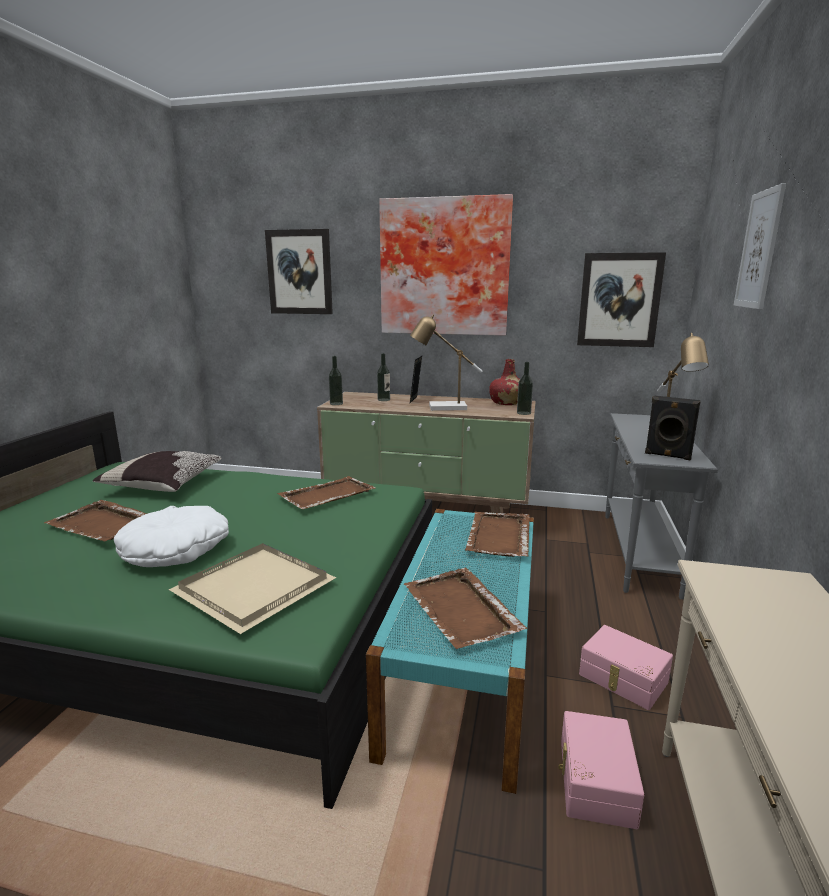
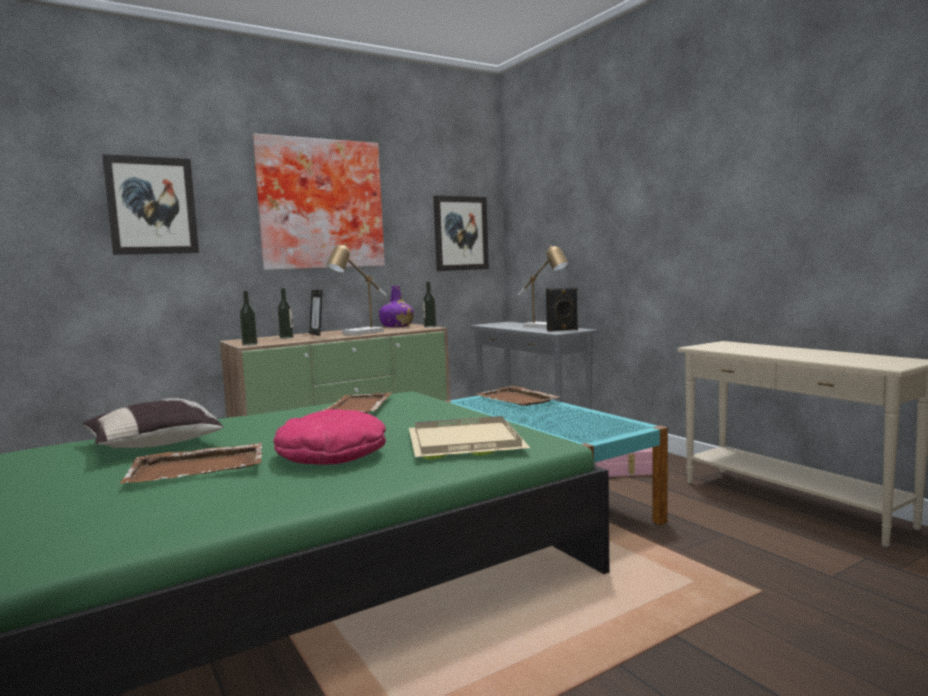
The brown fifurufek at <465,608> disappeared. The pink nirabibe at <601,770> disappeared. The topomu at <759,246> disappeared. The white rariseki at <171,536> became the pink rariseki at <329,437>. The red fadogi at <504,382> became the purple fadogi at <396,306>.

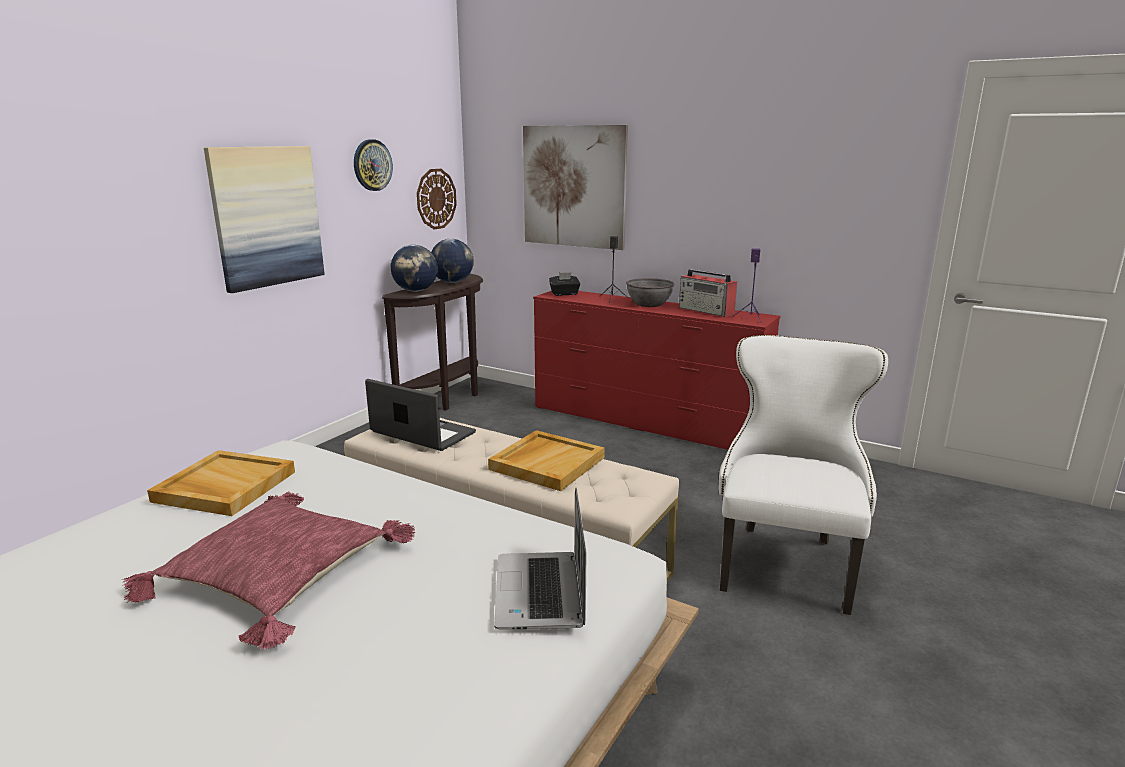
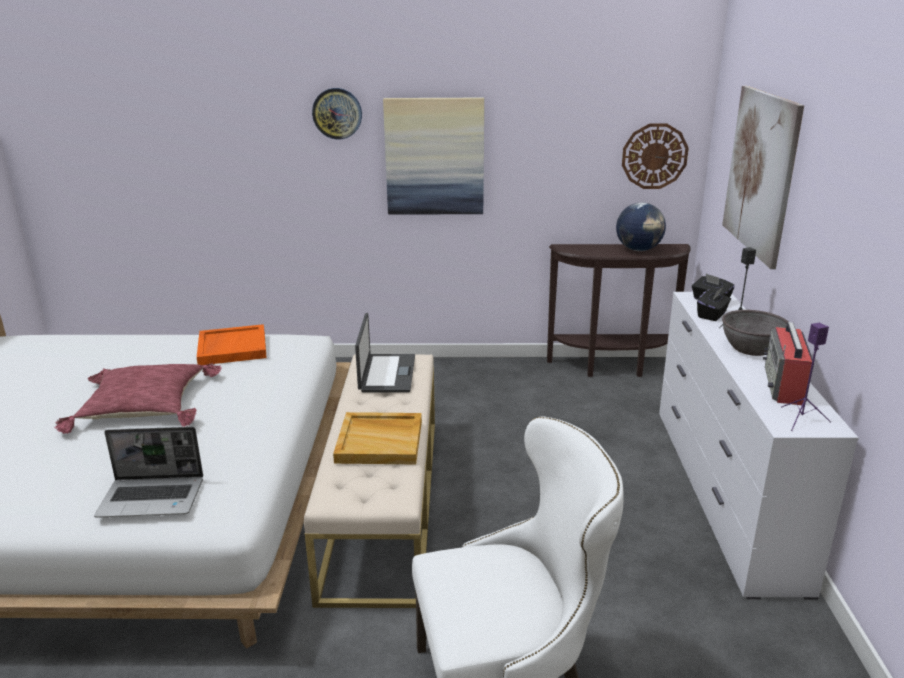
The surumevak at <414,268> disappeared. The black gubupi at <714,304> appeared. The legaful moved from <373,165> to <337,113>. The beige fifurufek at <221,483> became the orange fifurufek at <232,344>. The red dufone at <656,370> became the white dufone at <759,446>. The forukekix at <540,559> turned 150 degrees counterclockwise.

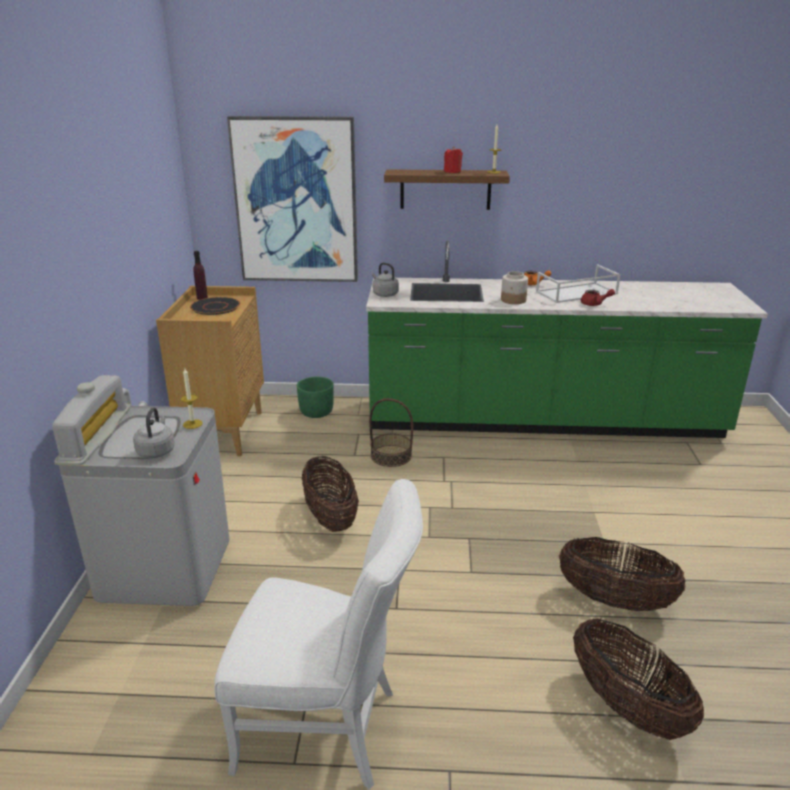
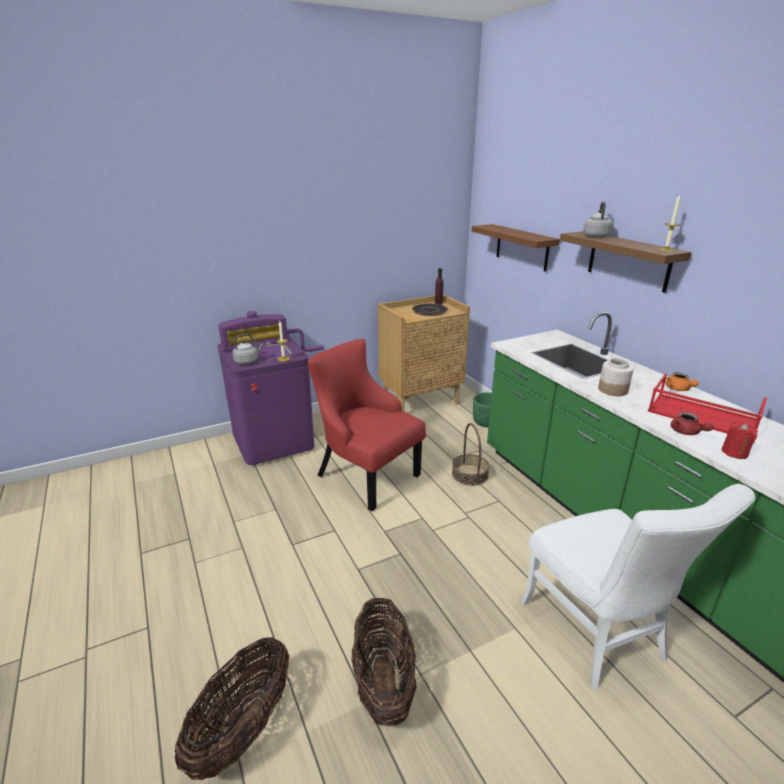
The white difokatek moved from <318,634> to <638,586>. The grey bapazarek moved from <385,280> to <598,219>. The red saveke moved from <453,159> to <740,440>. The topomu at <292,199> was replaced by the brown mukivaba at <516,248>. The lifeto at <330,494> was replaced by the red difokatek at <367,425>. The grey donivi at <140,490> became the purple donivi at <270,388>. The white fifurufek at <578,284> became the red fifurufek at <707,403>.

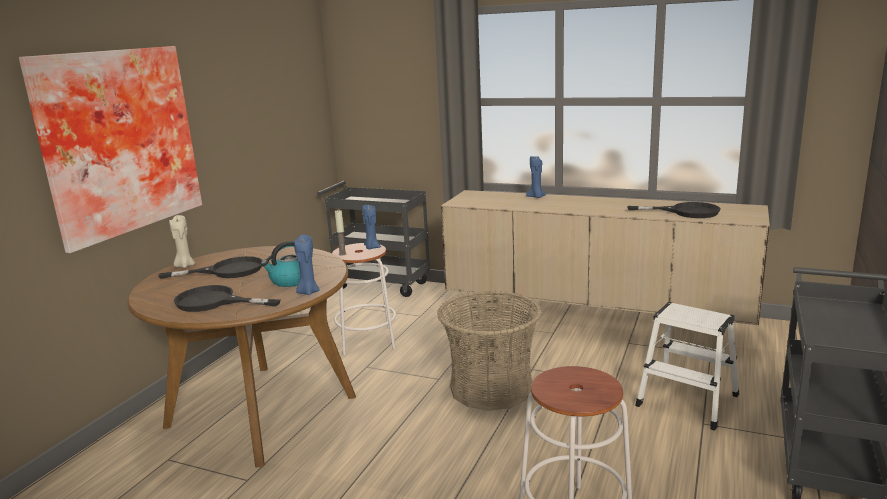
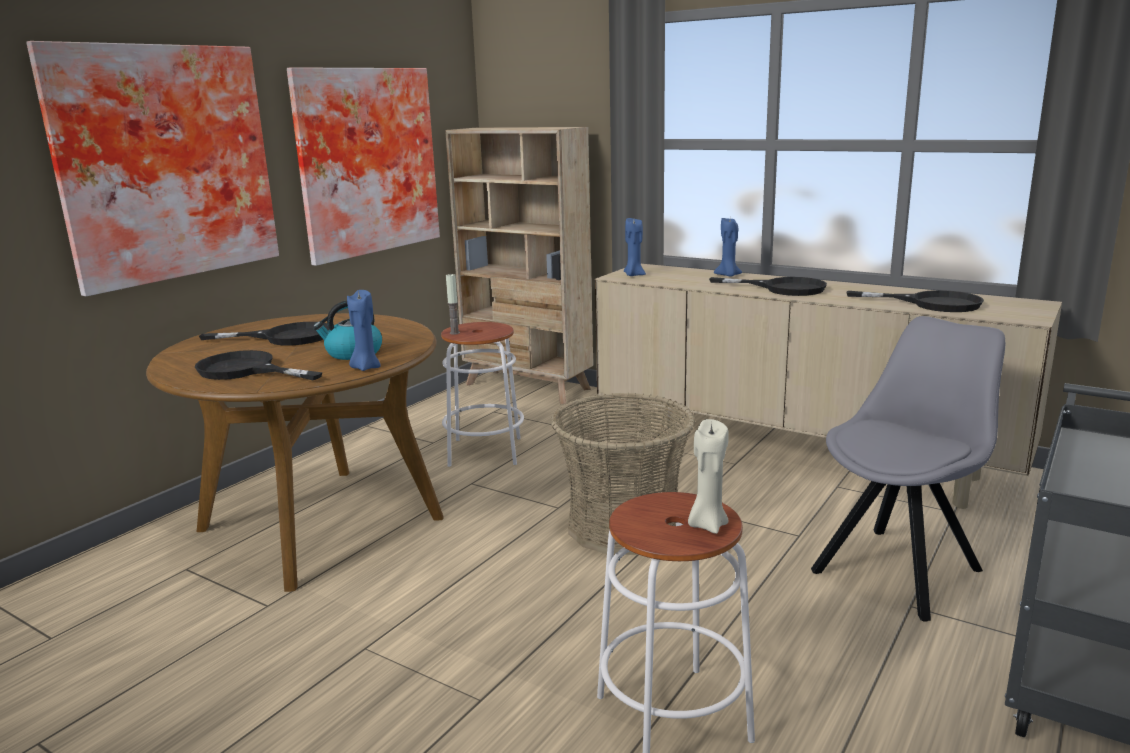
The topomu at <363,166> appeared. The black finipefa at <768,286> appeared. The beige saveke moved from <182,241> to <708,476>. The blue saveke moved from <371,227> to <635,247>. The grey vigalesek at <373,239> was replaced by the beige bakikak at <519,265>. The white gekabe at <687,366> was replaced by the grey difokatek at <908,469>.

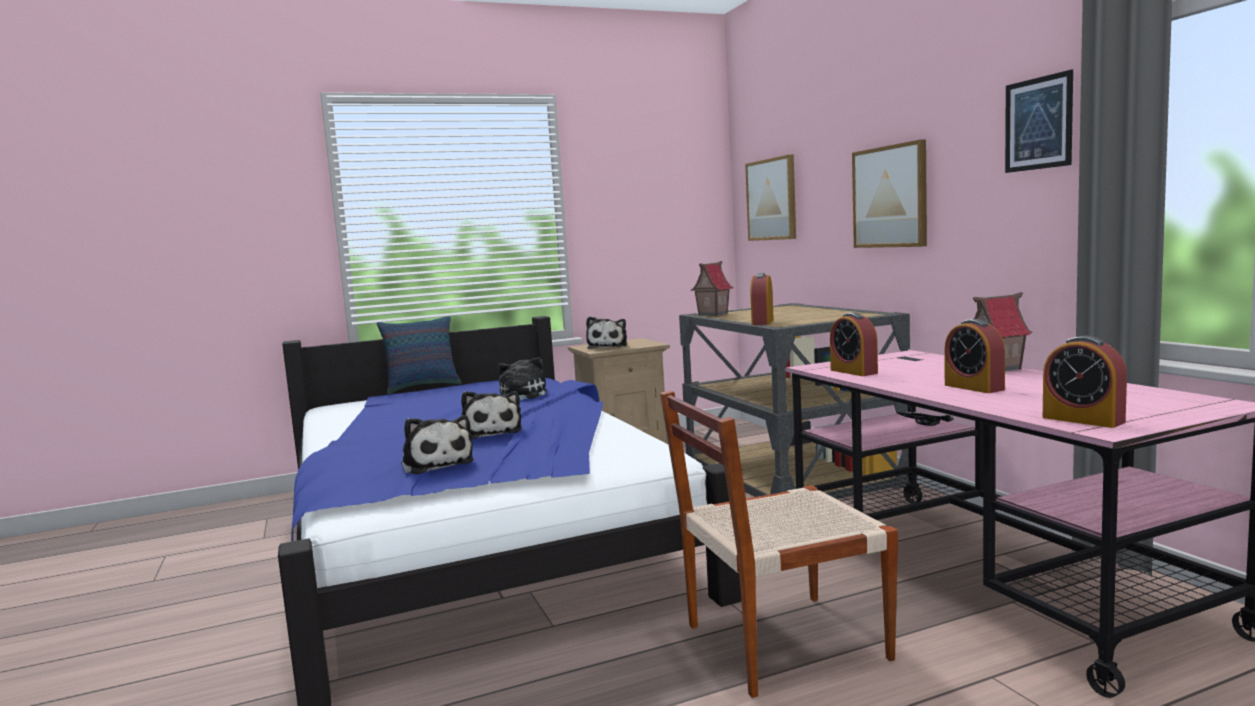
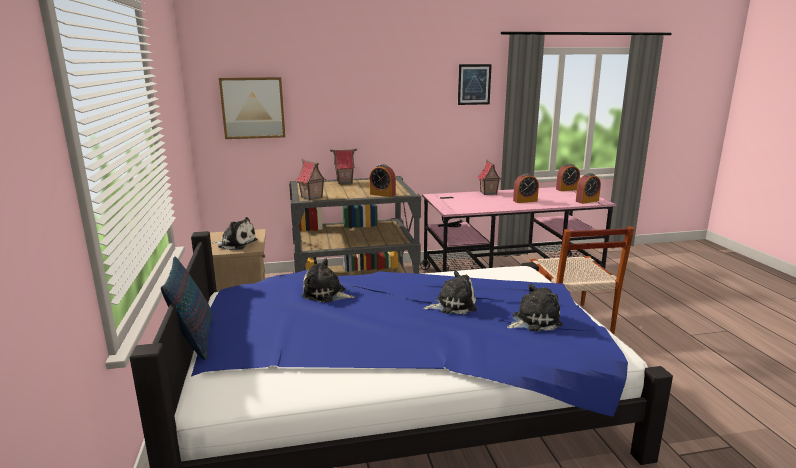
The topomu at <889,193> disappeared. The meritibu at <343,166> appeared. The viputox moved from <854,344> to <568,177>.

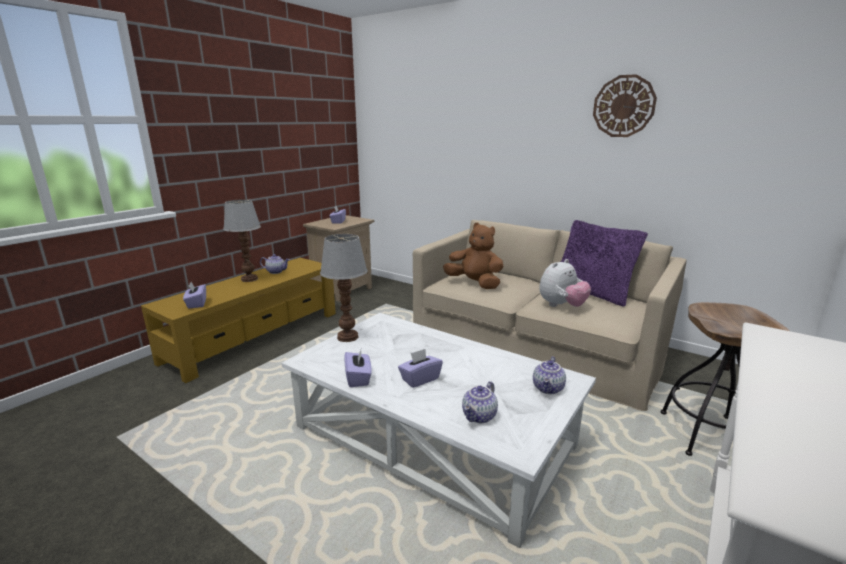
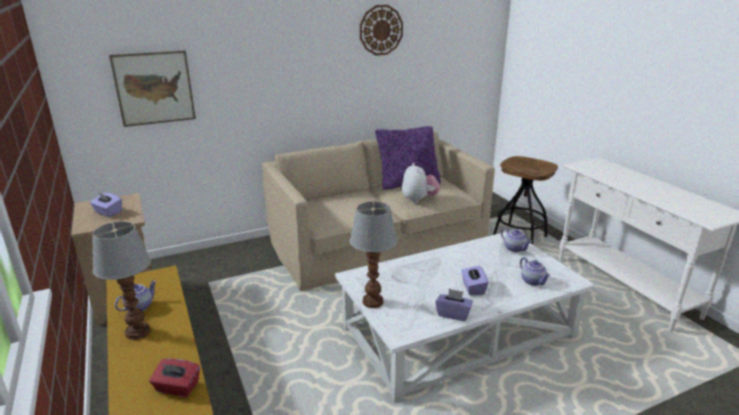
The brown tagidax at <473,256> disappeared. The topomu at <152,89> appeared. The purple gubupi at <194,295> became the red gubupi at <174,377>.

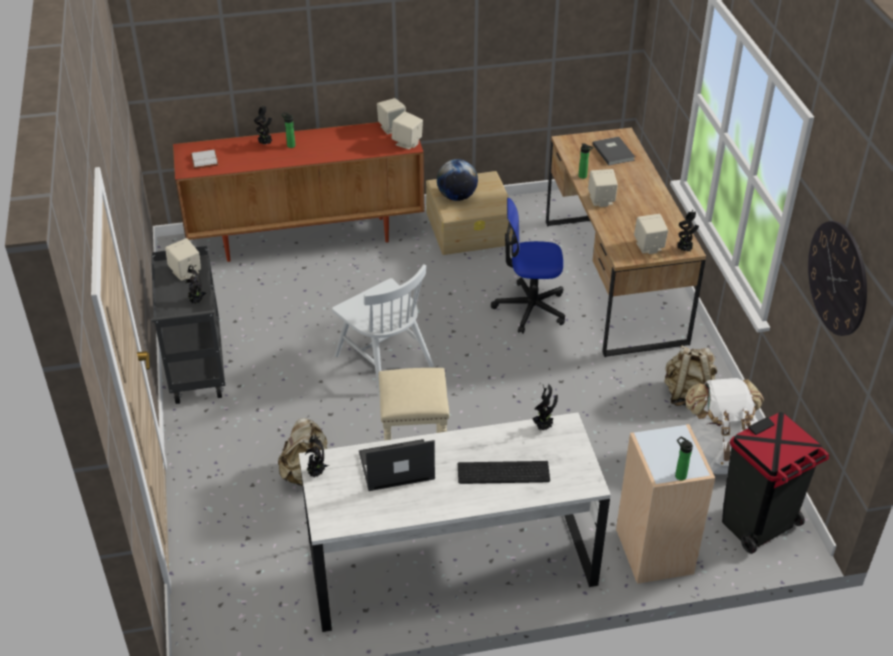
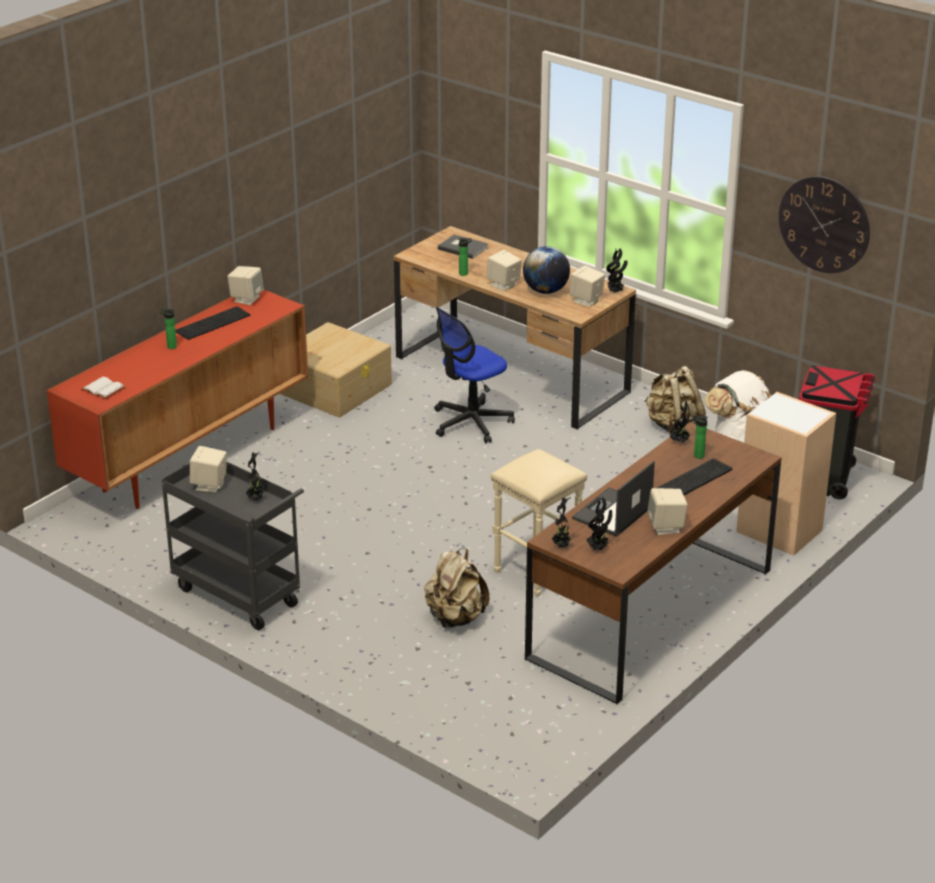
The white difokatek at <383,329> disappeared. The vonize at <212,323> appeared. The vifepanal moved from <263,125> to <599,523>. The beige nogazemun moved from <407,130> to <667,511>. The surumevak moved from <457,180> to <546,270>. The fadogi moved from <684,458> to <700,437>. The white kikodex at <455,522> became the brown kikodex at <653,563>.

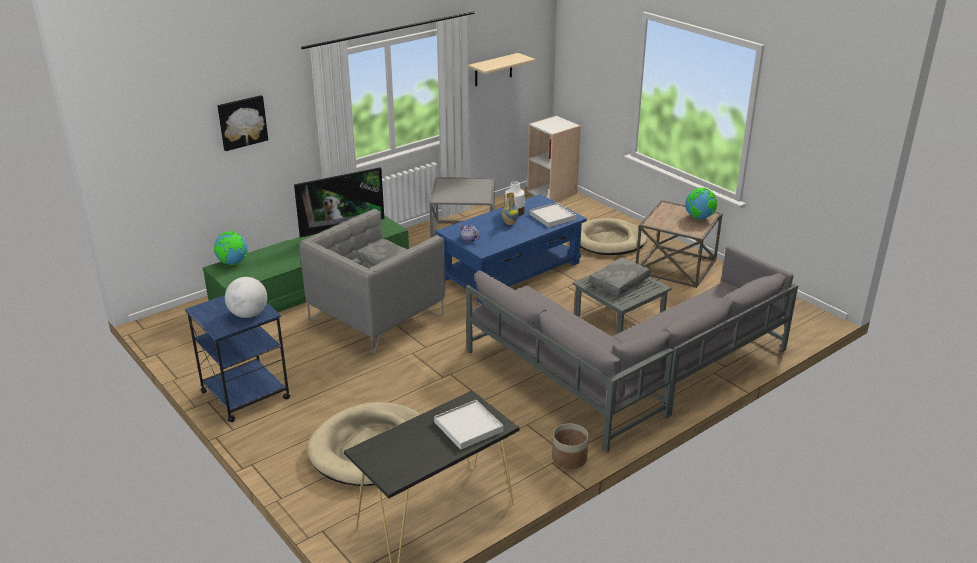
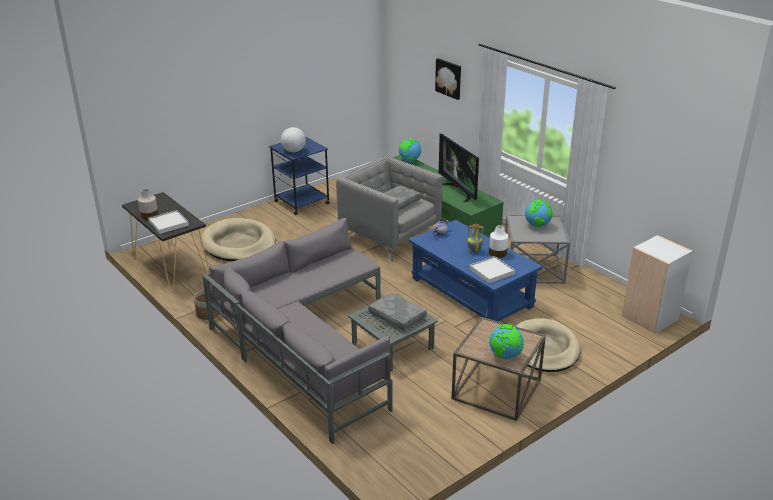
The beige mukivaba at <501,69> disappeared. The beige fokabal at <148,204> appeared. The surumevak at <539,213> appeared.

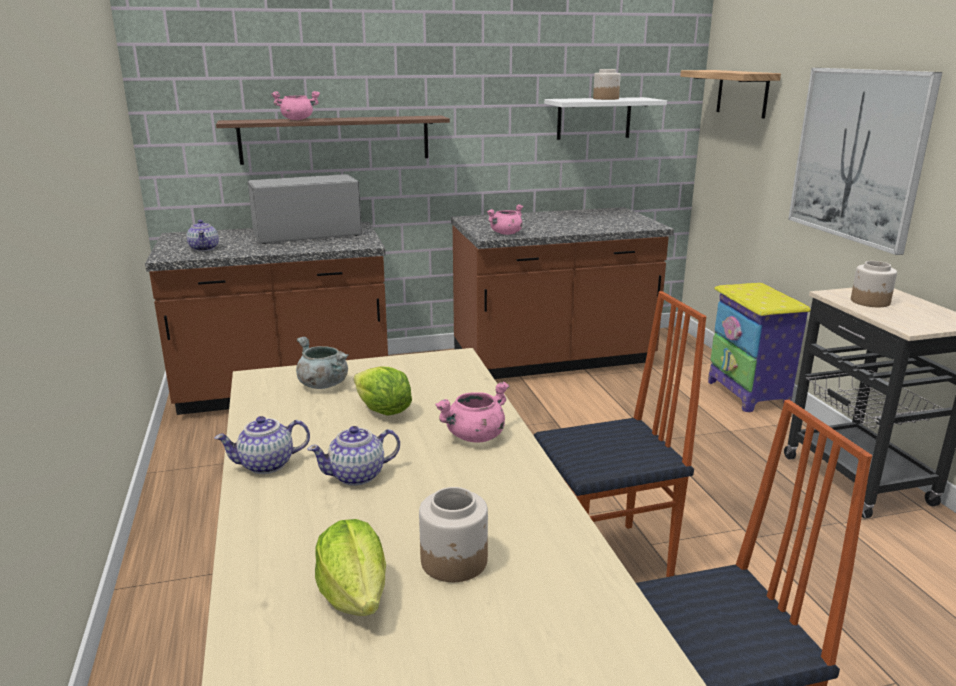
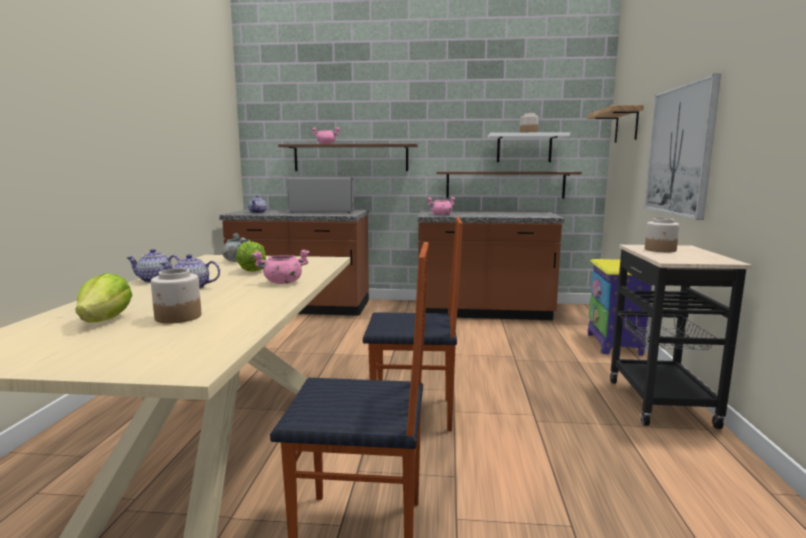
The mukivaba at <509,184> appeared.

